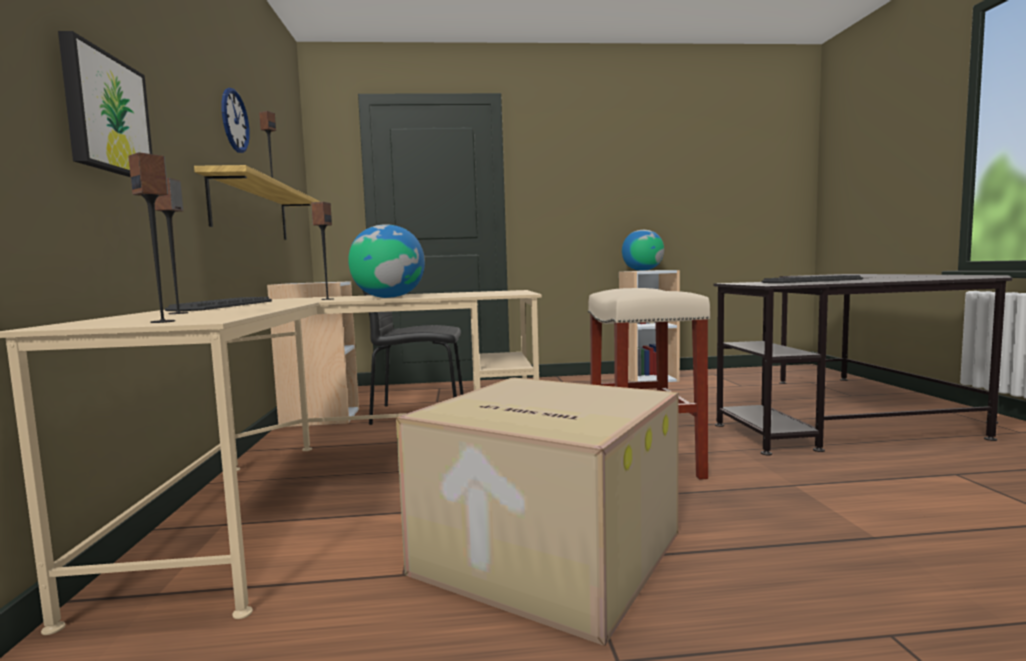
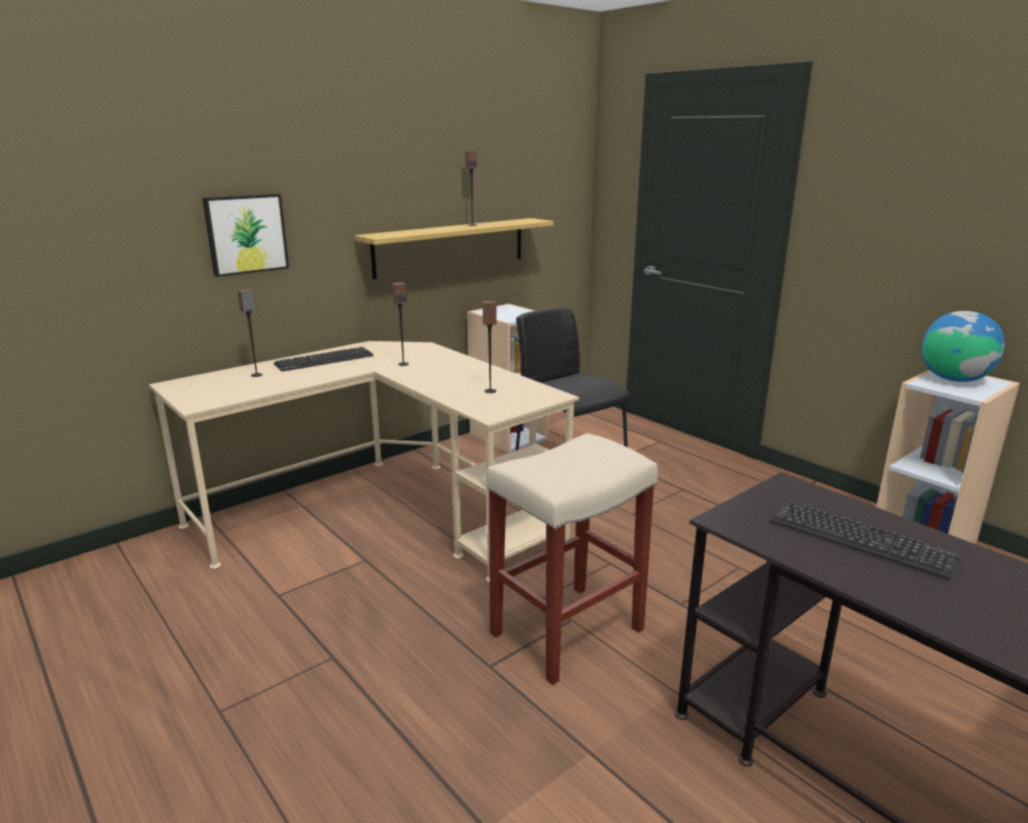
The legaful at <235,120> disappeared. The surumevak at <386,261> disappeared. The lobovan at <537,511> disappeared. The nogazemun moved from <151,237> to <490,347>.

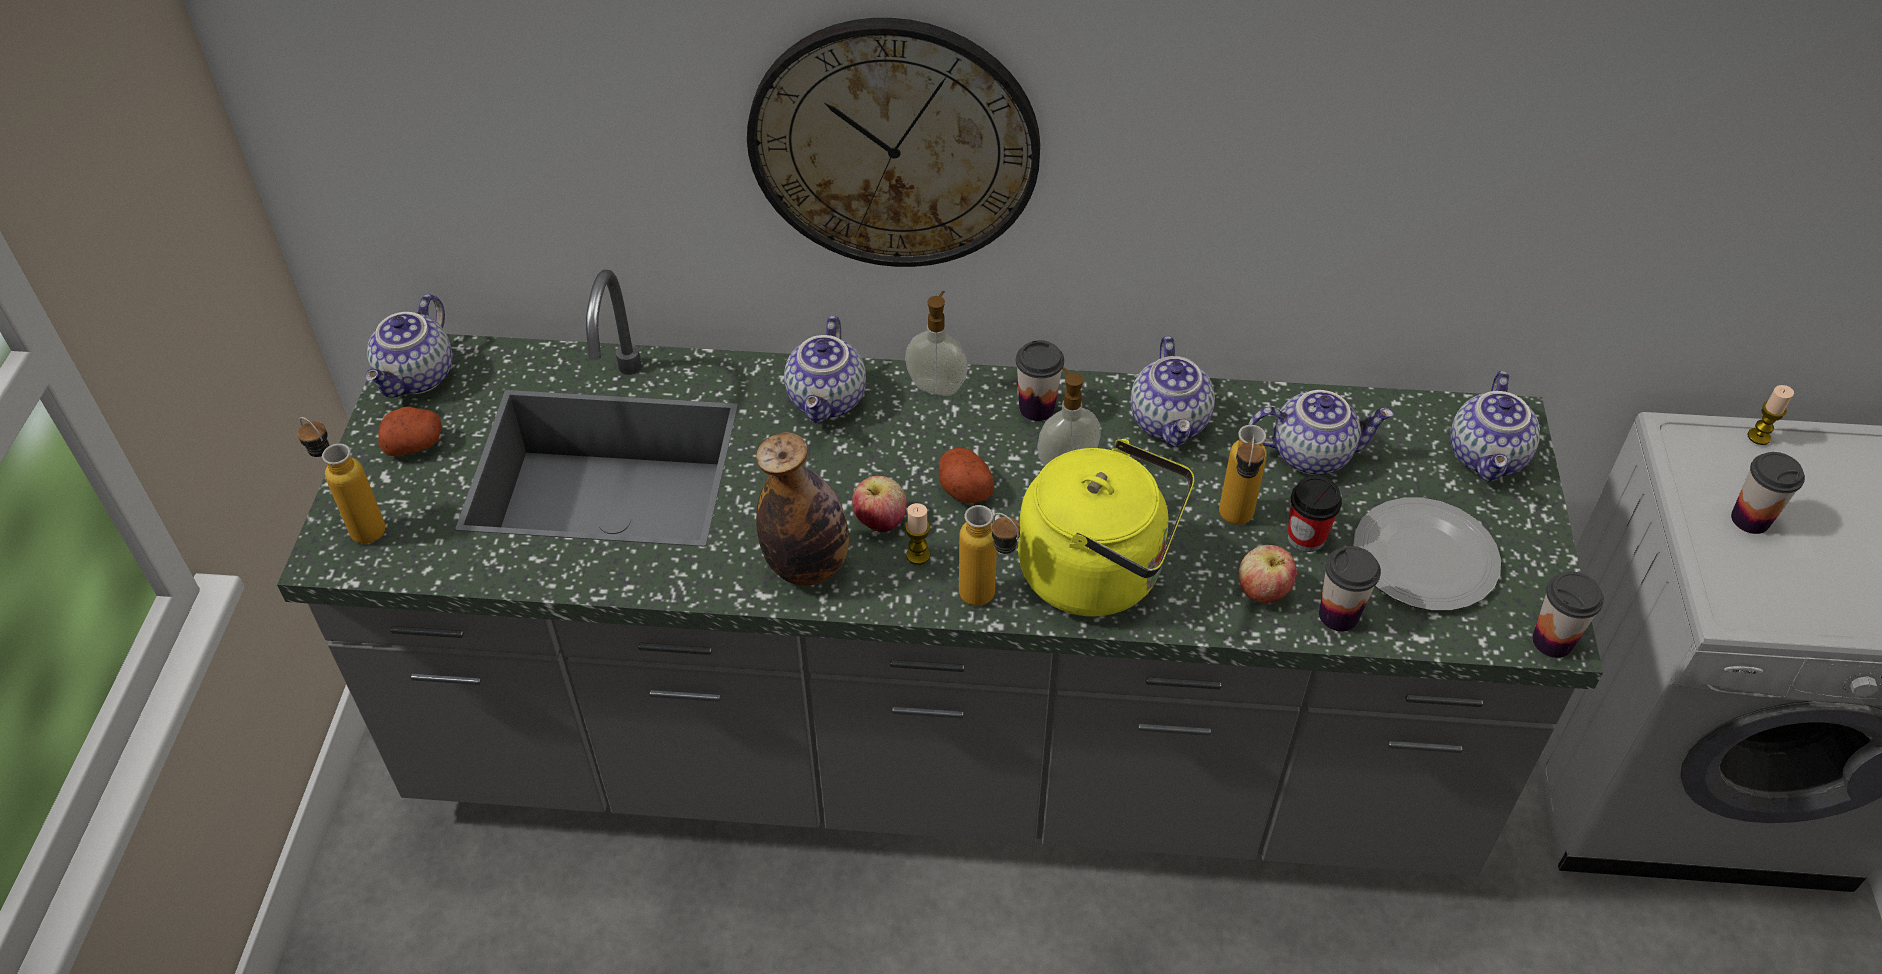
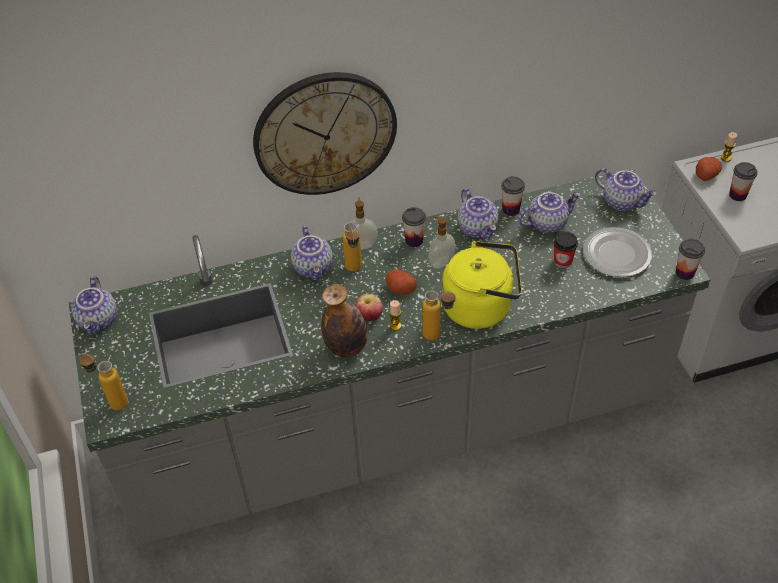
The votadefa at <1267,574> disappeared. The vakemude moved from <410,431> to <709,169>. The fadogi moved from <1243,475> to <352,247>. The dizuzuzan moved from <1350,589> to <513,196>. The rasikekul at <1495,426> turned 45 degrees counterclockwise.

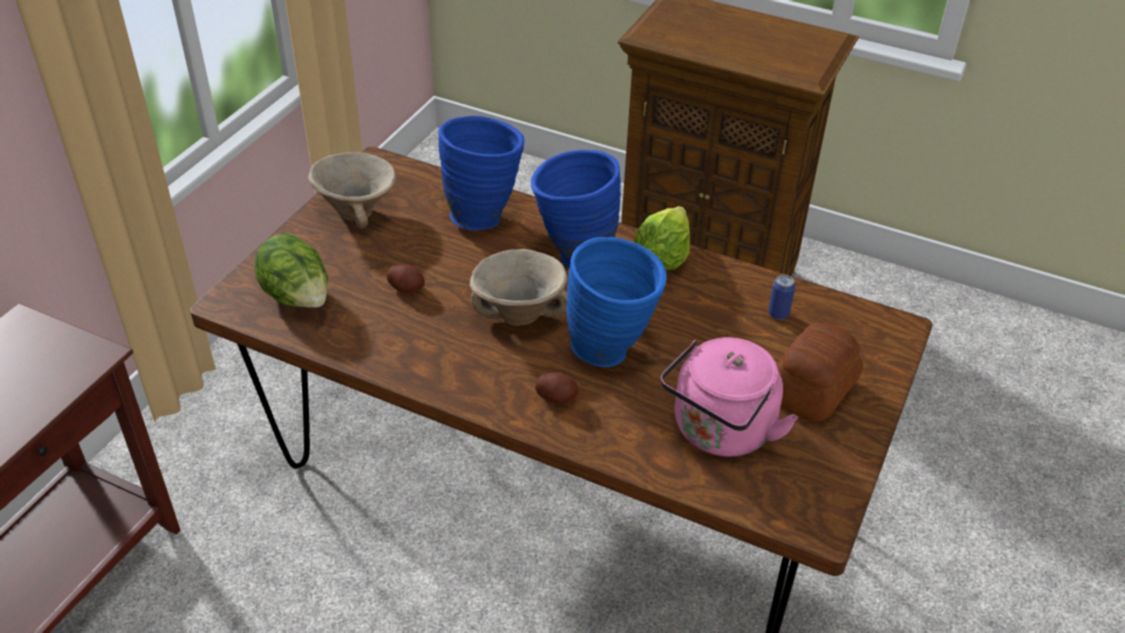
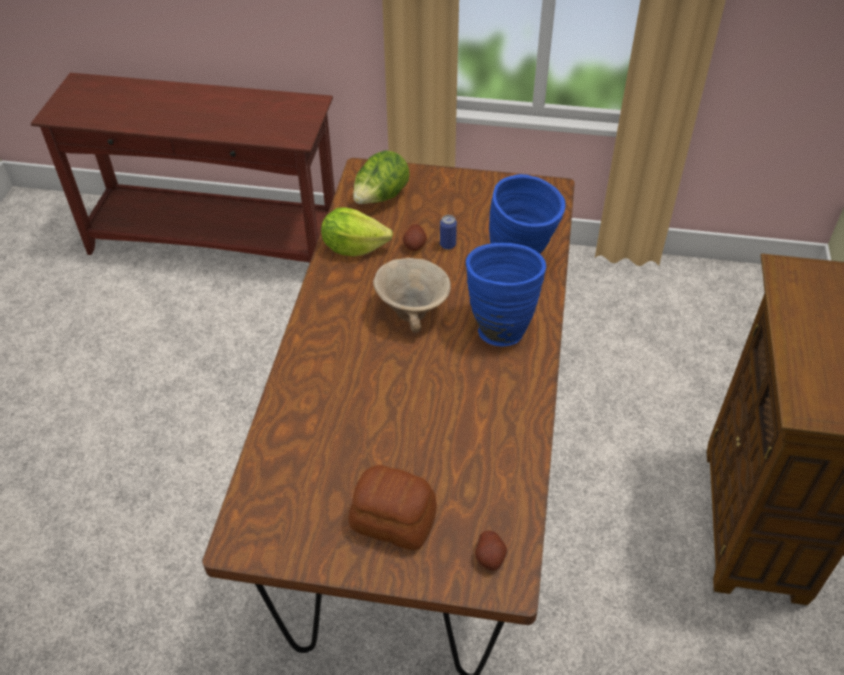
The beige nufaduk at <352,190> disappeared. The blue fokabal at <616,302> disappeared. The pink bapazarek at <729,397> disappeared. The vakemude moved from <557,388> to <491,551>. The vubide moved from <662,238> to <357,231>. The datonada moved from <781,297> to <448,232>.

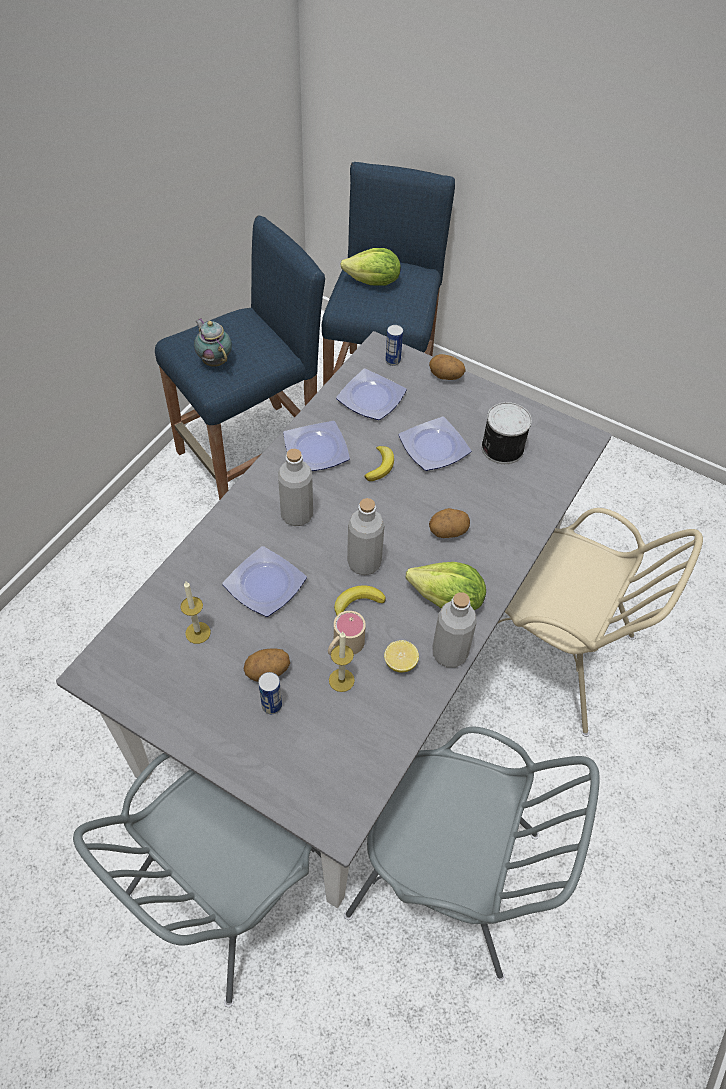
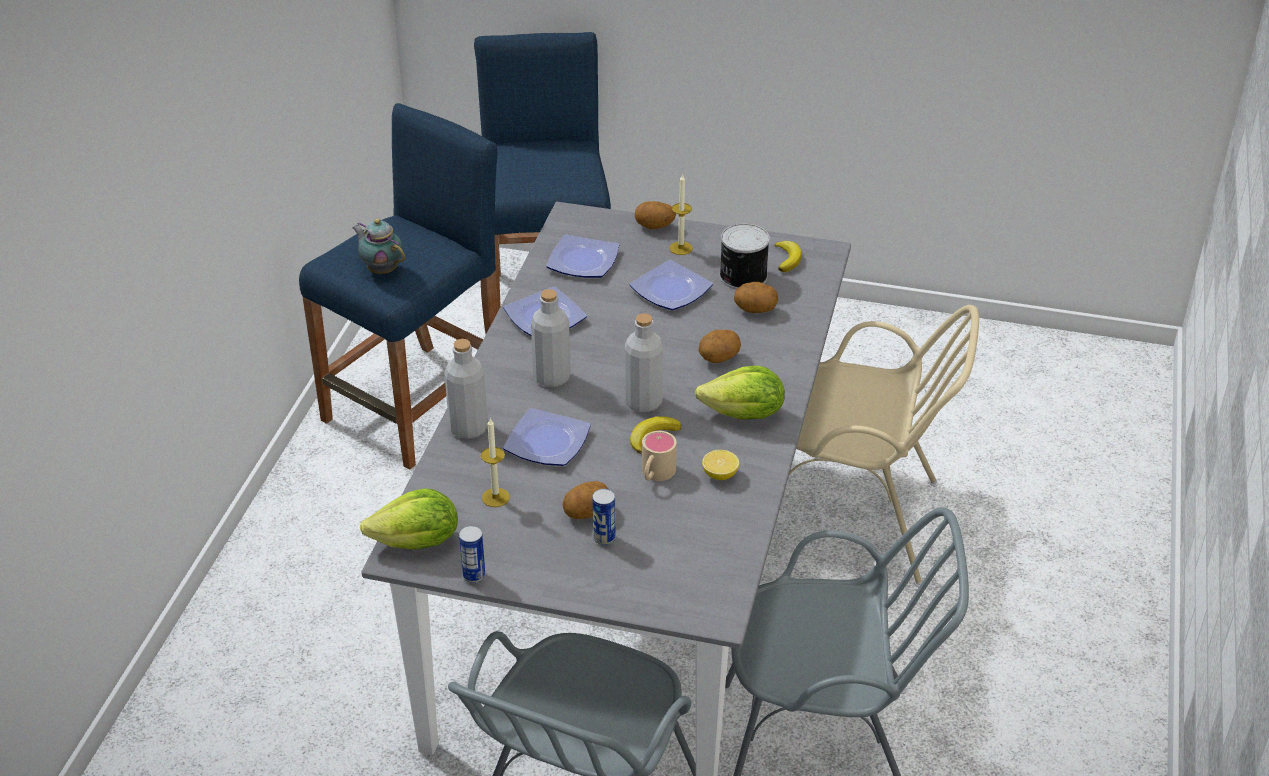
The vakemude at <756,297> appeared. The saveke moved from <342,662> to <681,214>. The vubide moved from <370,266> to <409,519>. The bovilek moved from <379,463> to <788,256>. The datonada moved from <394,345> to <472,554>. The grey fadogi moved from <454,629> to <466,389>.

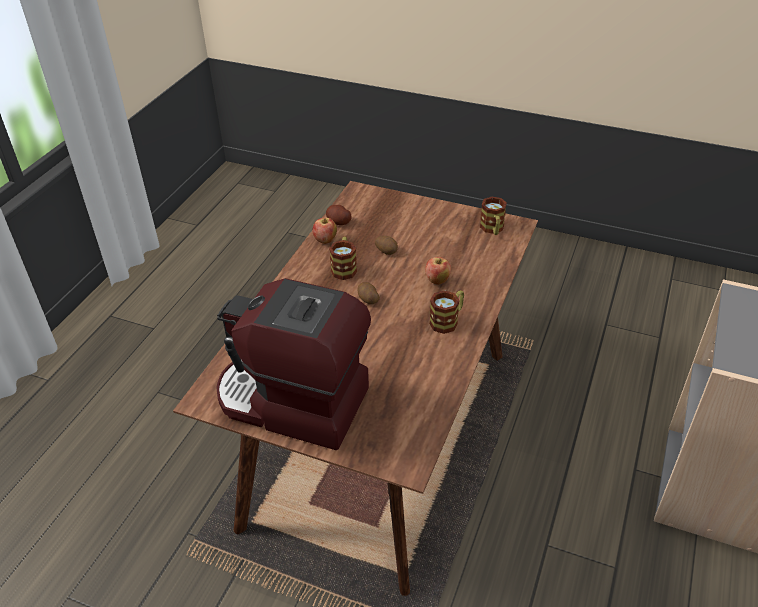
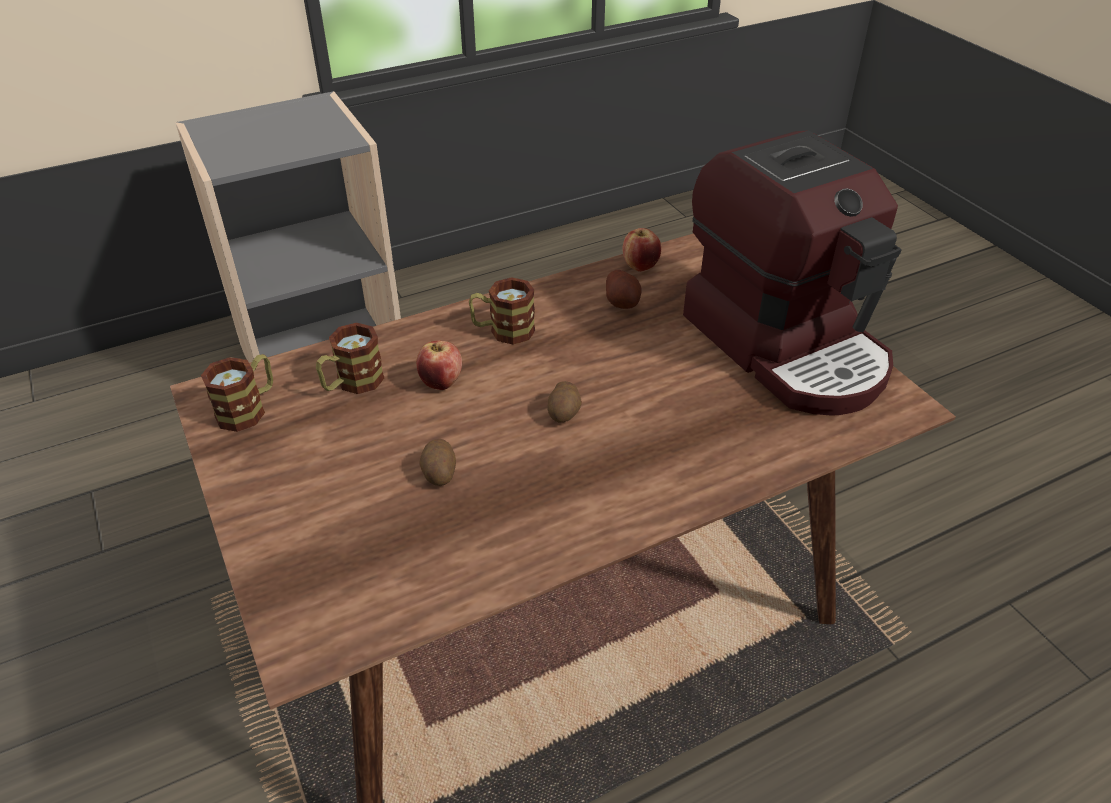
The votadefa moved from <324,231> to <641,250>. The vakemude moved from <339,215> to <624,289>. The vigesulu moved from <343,258> to <350,358>.

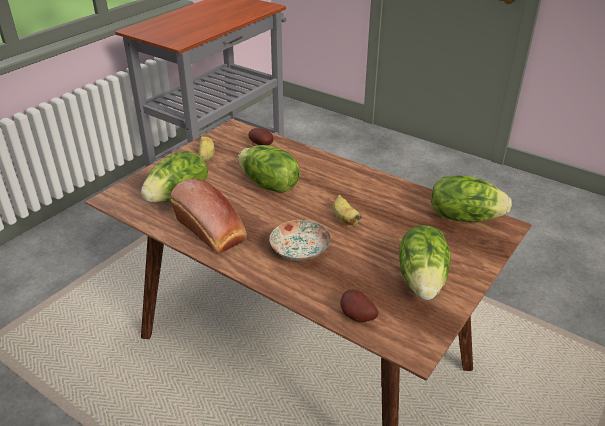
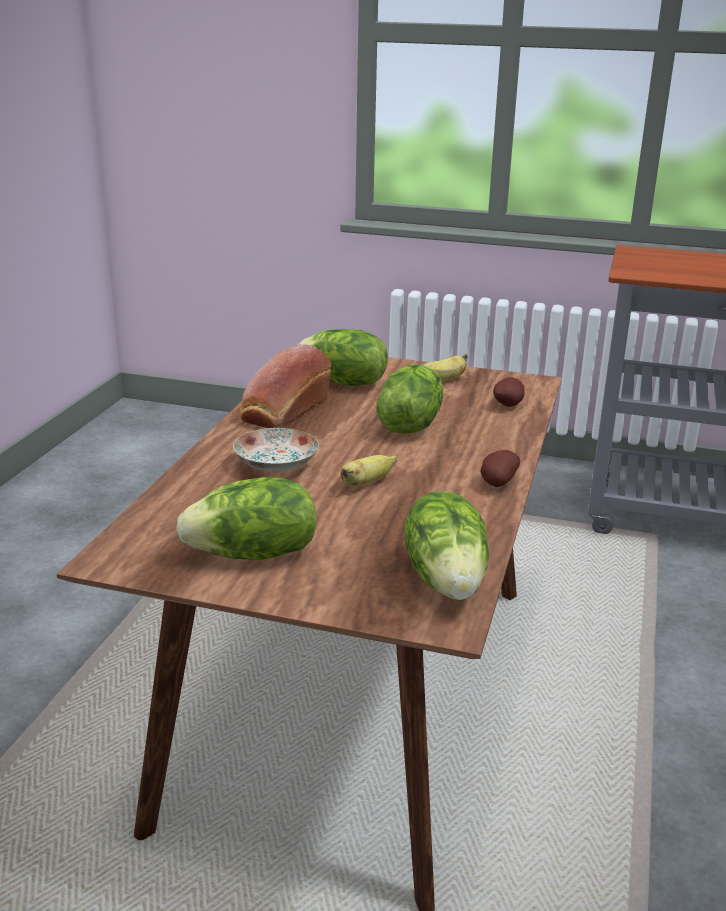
The vakemude moved from <359,306> to <500,468>.

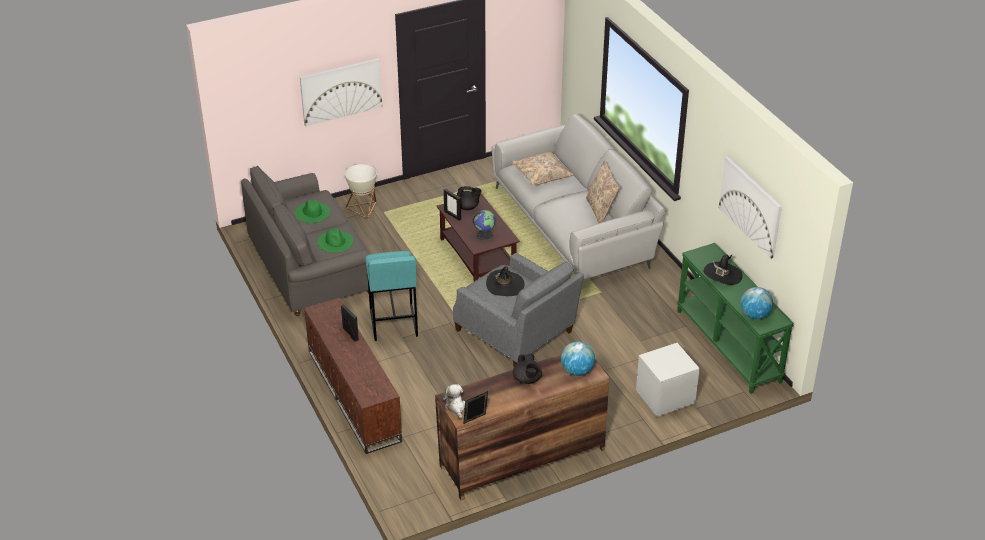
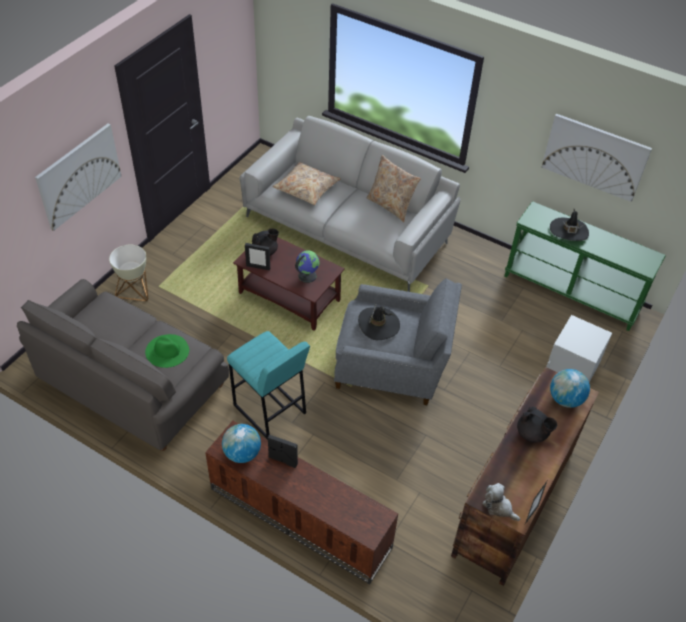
The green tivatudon at <312,211> disappeared. The surumevak moved from <756,303> to <241,443>.

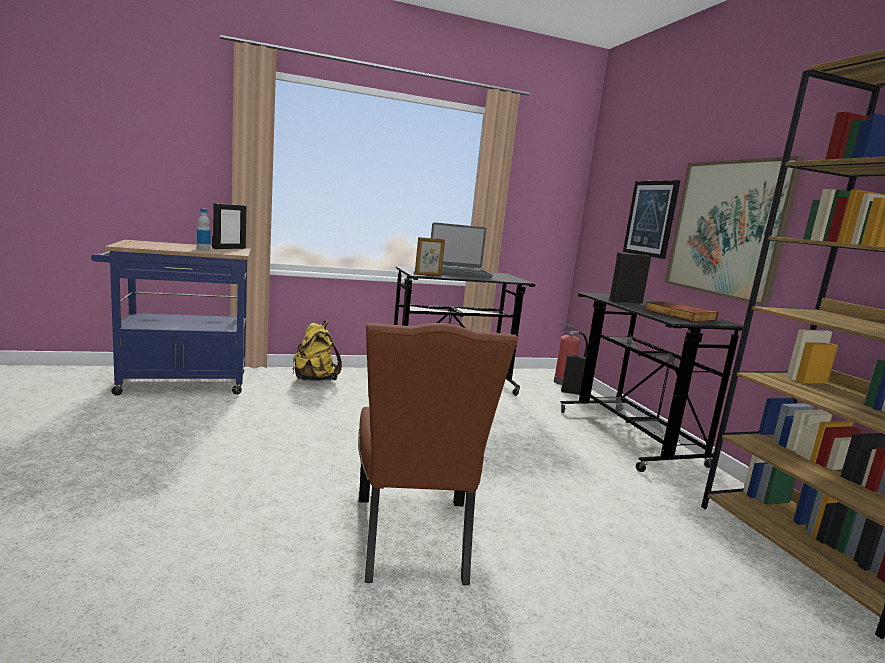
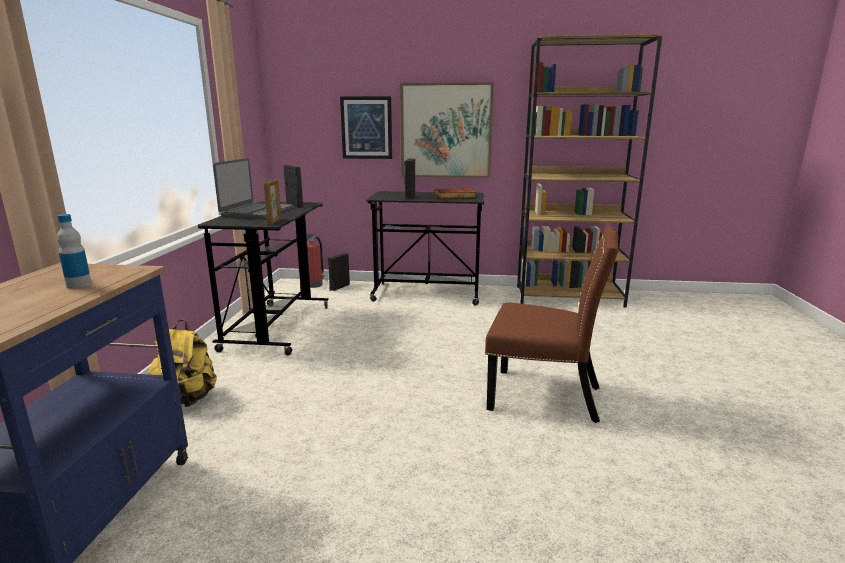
The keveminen moved from <229,226> to <293,186>.

